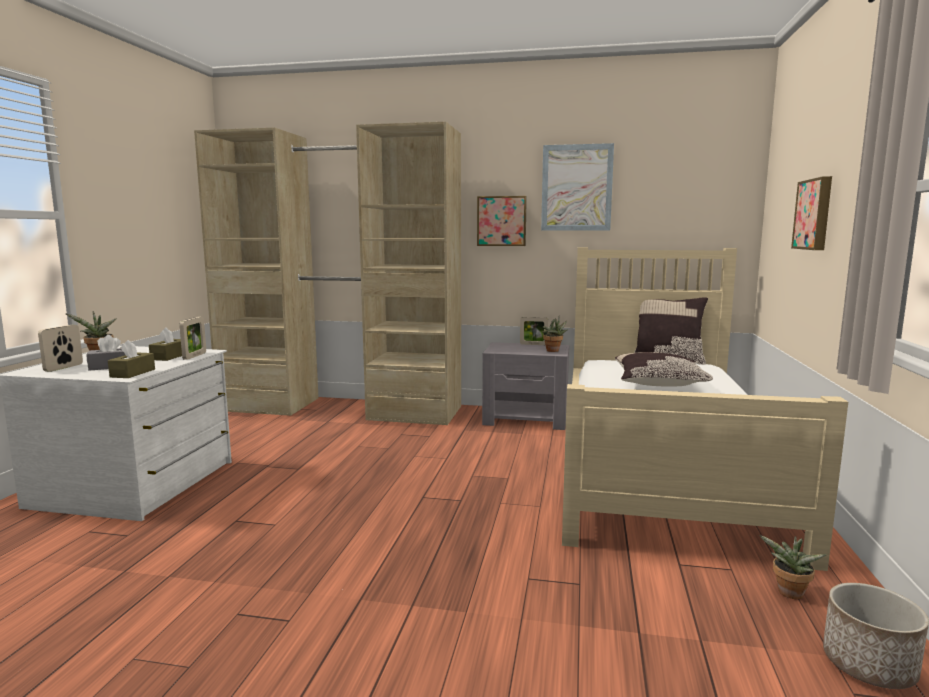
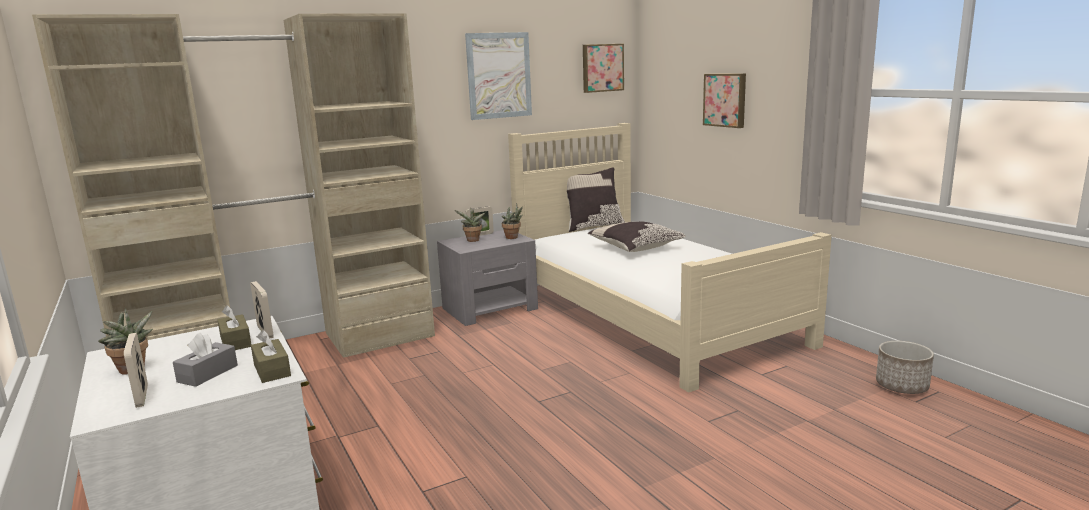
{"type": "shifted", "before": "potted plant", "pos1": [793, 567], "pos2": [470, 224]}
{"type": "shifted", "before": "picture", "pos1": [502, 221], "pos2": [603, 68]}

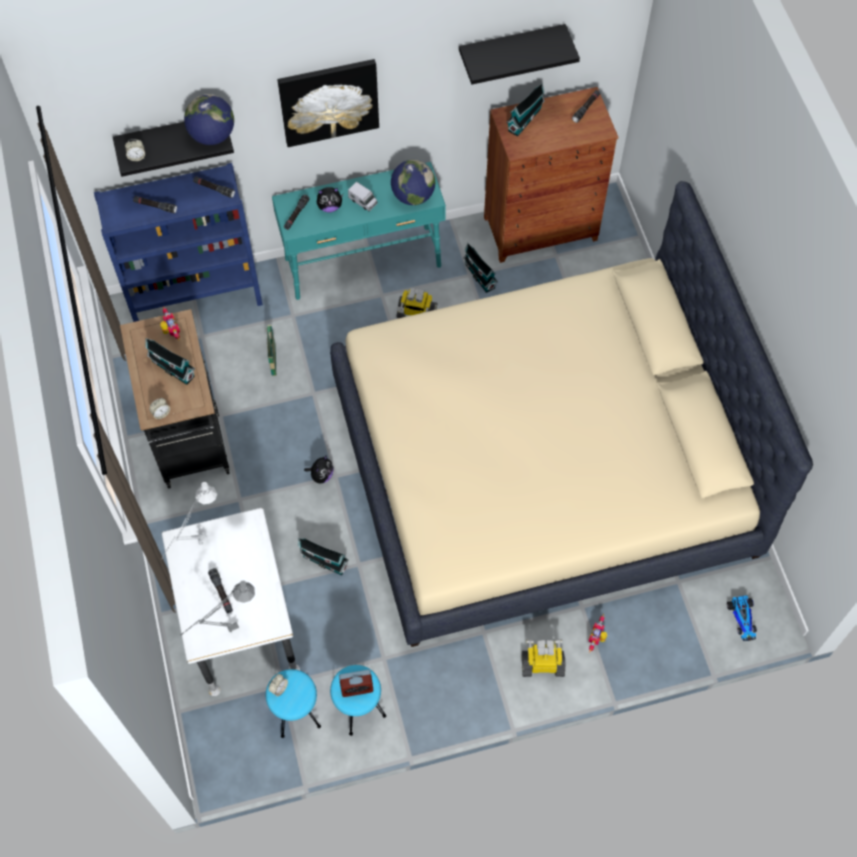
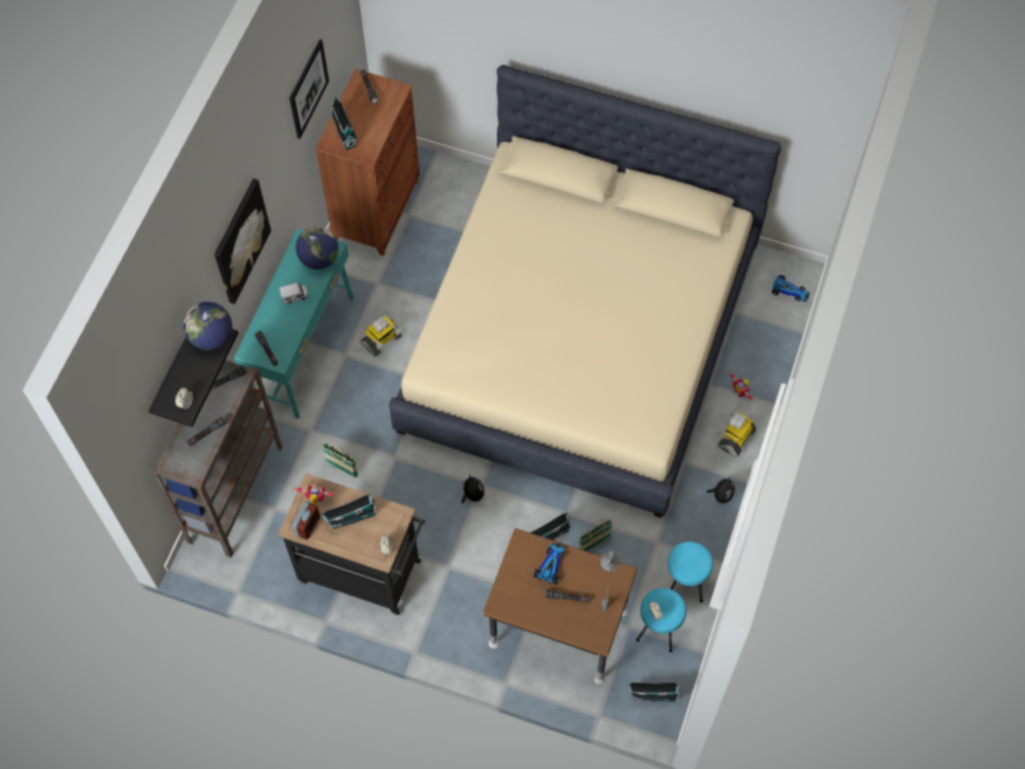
{"type": "repainted", "before": "blue bookcase", "after": "grey bookcase", "pos1": [178, 242], "pos2": [217, 459]}
{"type": "swapped", "before": "black shelf", "after": "picture", "pos1": [519, 54], "pos2": [309, 89]}
{"type": "shifted", "before": "alarm clock", "pos1": [356, 683], "pos2": [306, 520]}
{"type": "repainted", "before": "white desk", "after": "brown desk", "pos1": [231, 602], "pos2": [560, 606]}
{"type": "new", "after": "toy car", "pos2": [549, 564]}
{"type": "new", "after": "basket", "pos2": [596, 535]}
{"type": "shifted", "before": "toy house", "pos1": [480, 268], "pos2": [654, 692]}
{"type": "shifted", "before": "plush toy", "pos1": [330, 199], "pos2": [720, 491]}
{"type": "gone", "before": "grey table lamp", "pos1": [189, 520]}

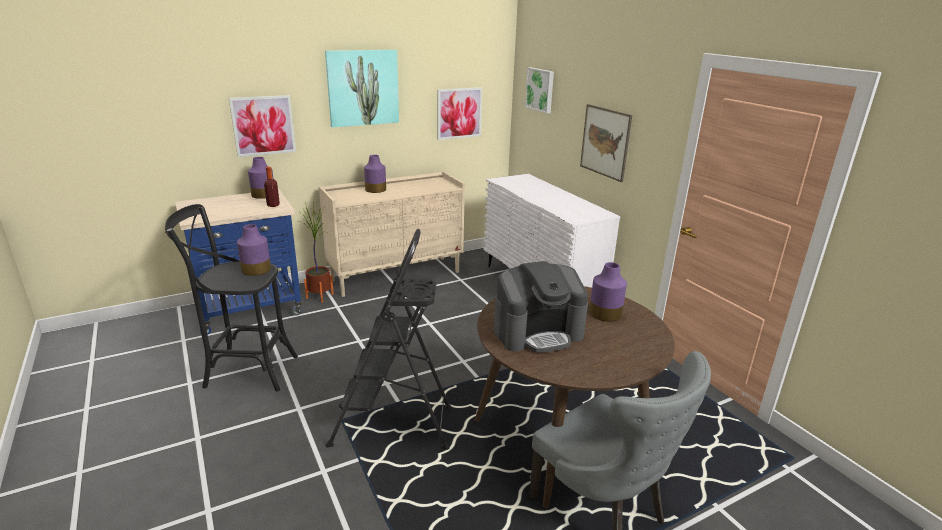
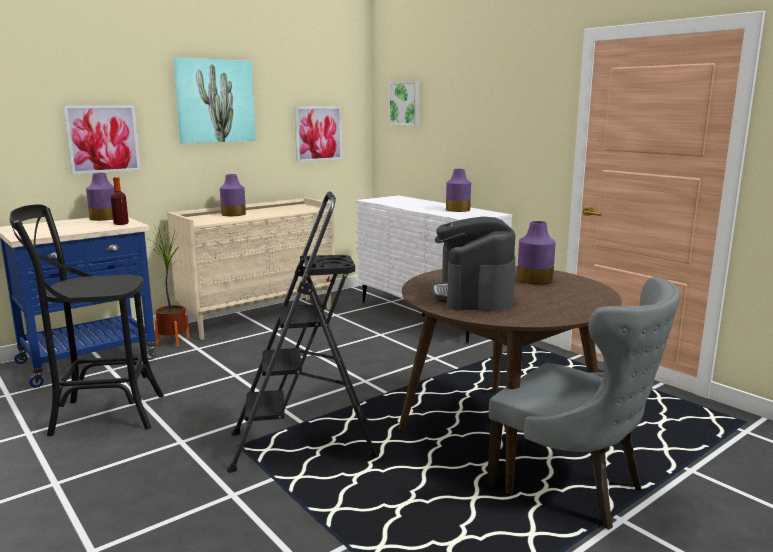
{"type": "rotated", "before": "coffee machine", "pos1": [541, 307], "pos2": [473, 264], "turn": 120}
{"type": "shifted", "before": "purple vase", "pos1": [254, 250], "pos2": [458, 190]}
{"type": "gone", "before": "picture", "pos1": [606, 143]}

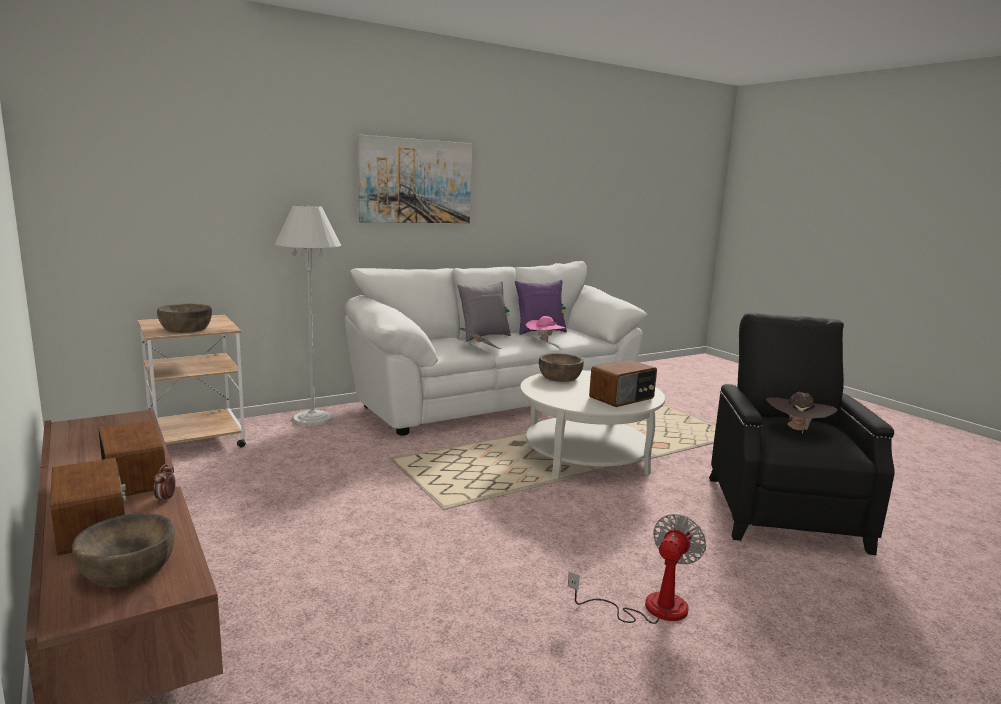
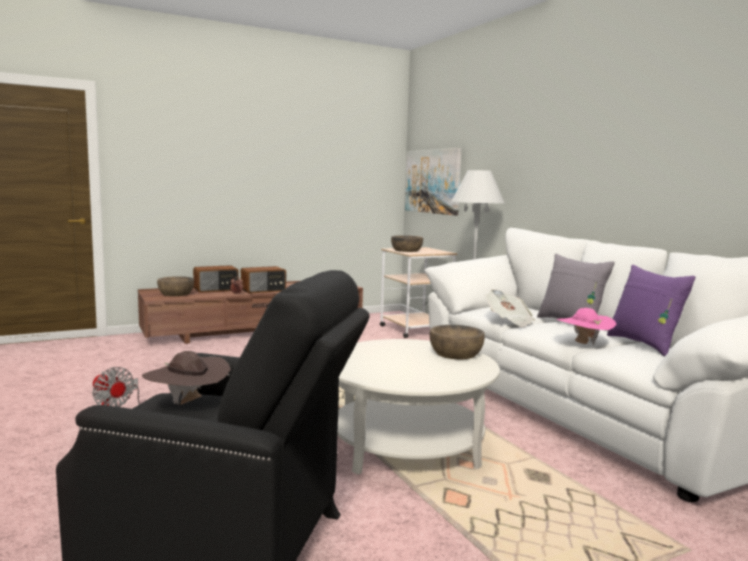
{"type": "shifted", "before": "picture", "pos1": [415, 179], "pos2": [433, 182]}
{"type": "gone", "before": "radio", "pos1": [623, 383]}

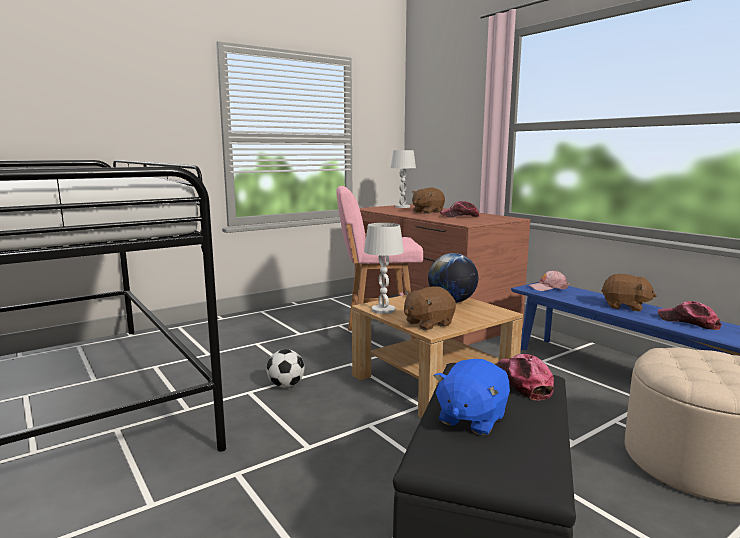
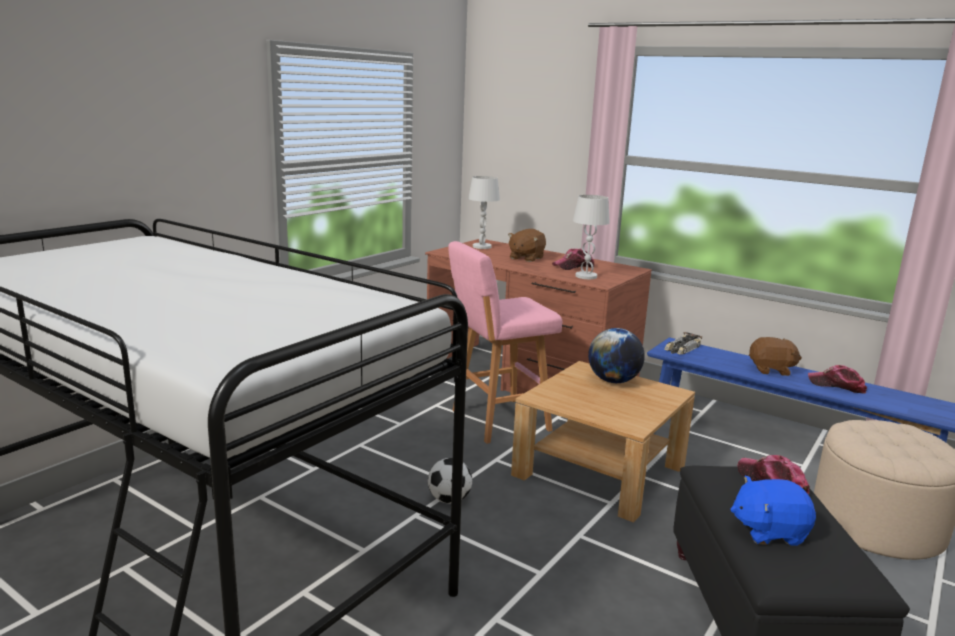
{"type": "shifted", "before": "white table lamp", "pos1": [384, 268], "pos2": [591, 237]}
{"type": "swapped", "before": "pink cap", "after": "toy car", "pos1": [549, 281], "pos2": [683, 343]}
{"type": "rotated", "before": "blue plush toy", "pos1": [472, 397], "pos2": [773, 511], "turn": 75}
{"type": "gone", "before": "brown plush toy", "pos1": [430, 308]}

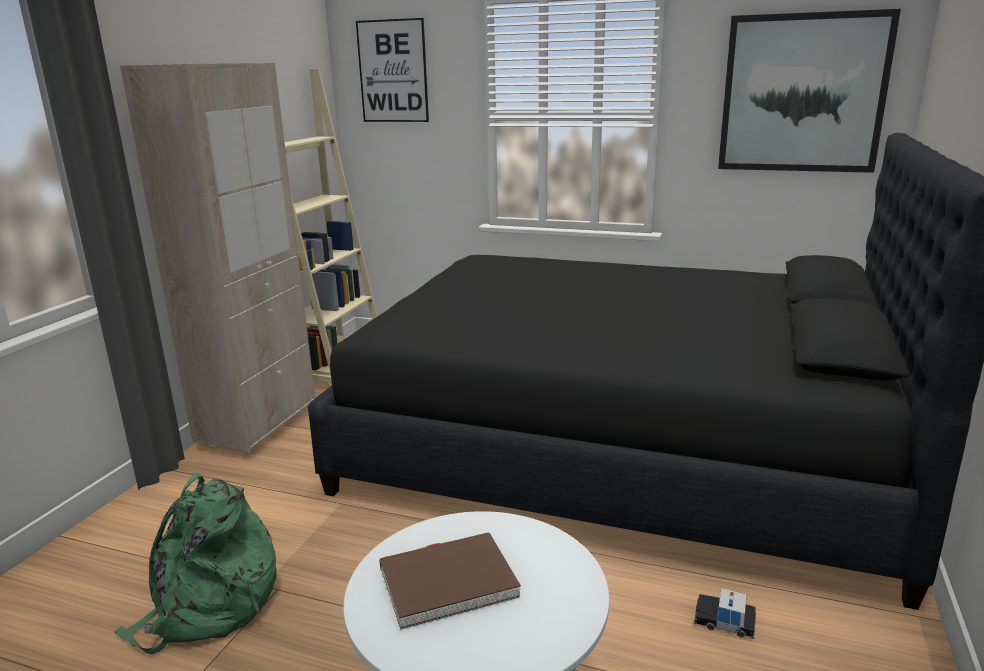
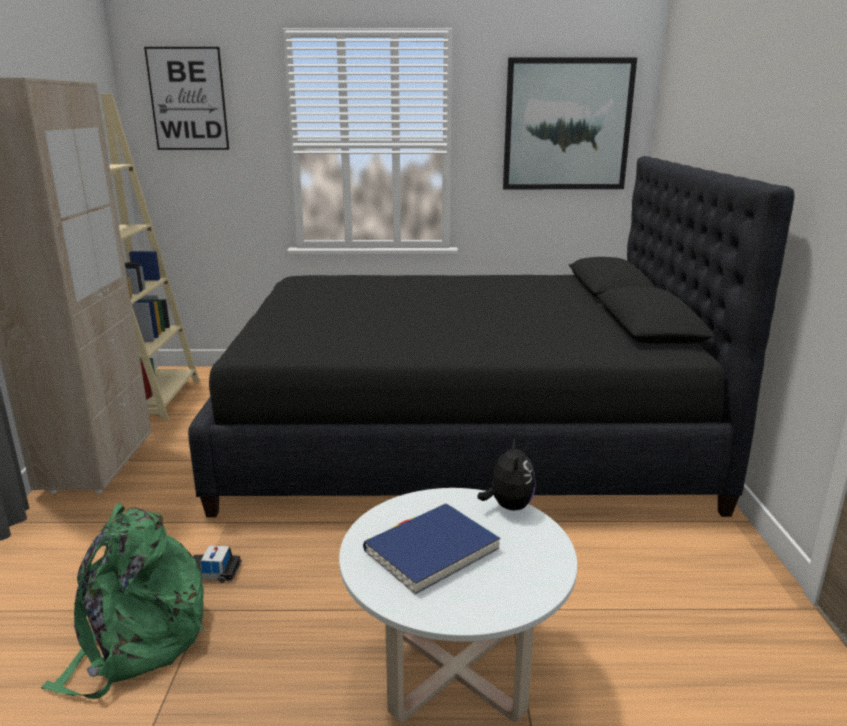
{"type": "shifted", "before": "toy car", "pos1": [725, 613], "pos2": [217, 564]}
{"type": "repainted", "before": "brown book", "after": "blue book", "pos1": [450, 581], "pos2": [432, 549]}
{"type": "new", "after": "plush toy", "pos2": [506, 475]}

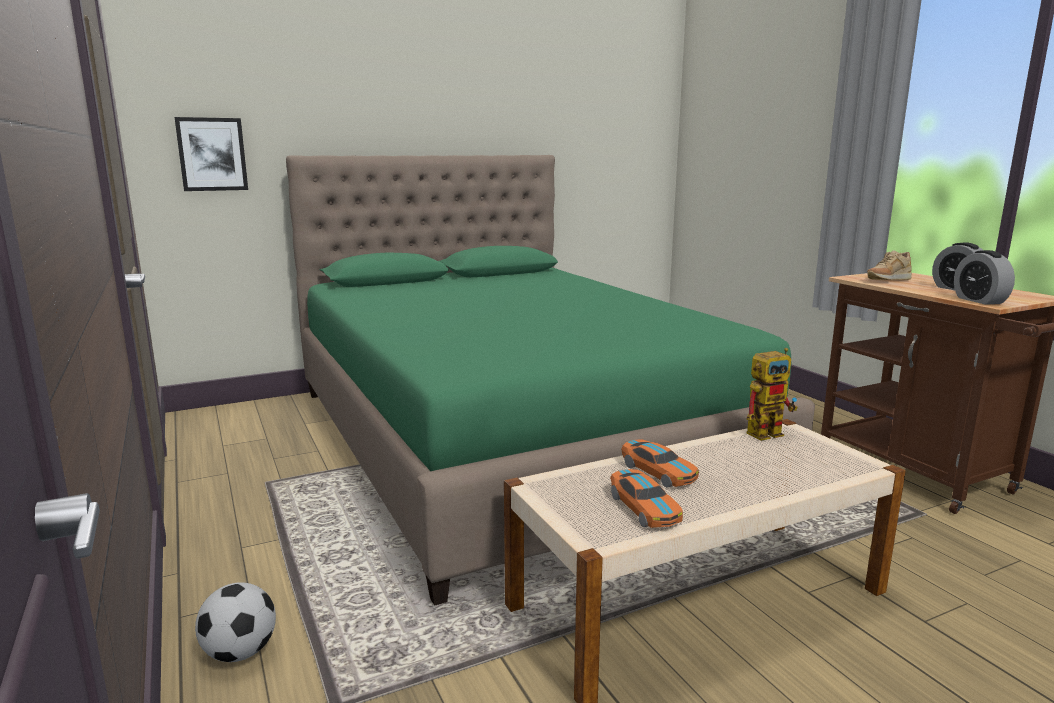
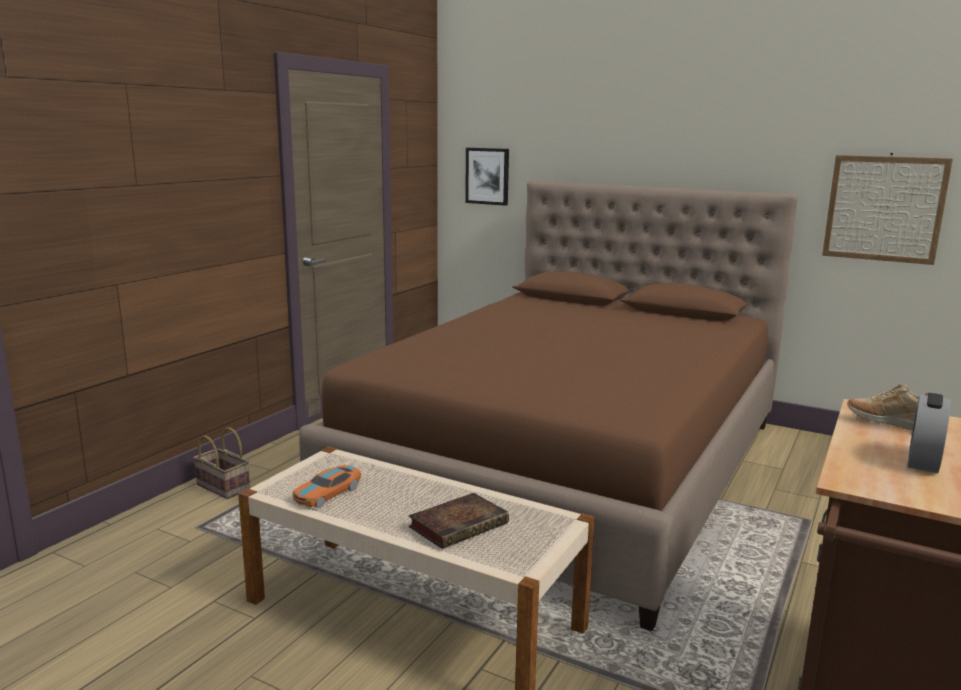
{"type": "swapped", "before": "football", "after": "basket", "pos1": [235, 622], "pos2": [221, 463]}
{"type": "repainted", "before": "green bed", "after": "brown bed", "pos1": [550, 380], "pos2": [548, 406]}
{"type": "new", "after": "book", "pos2": [459, 521]}
{"type": "new", "after": "picture", "pos2": [887, 209]}
{"type": "gone", "before": "toy car", "pos1": [660, 464]}
{"type": "gone", "before": "toy robot", "pos1": [772, 394]}
{"type": "gone", "before": "alarm clock", "pos1": [984, 277]}

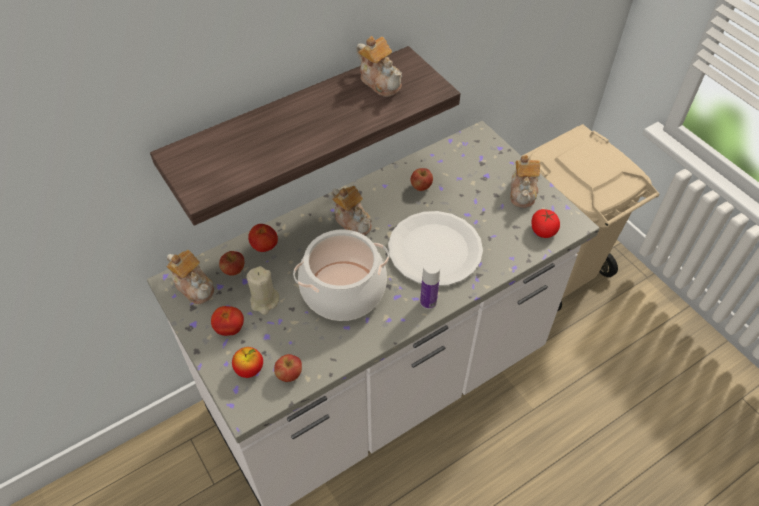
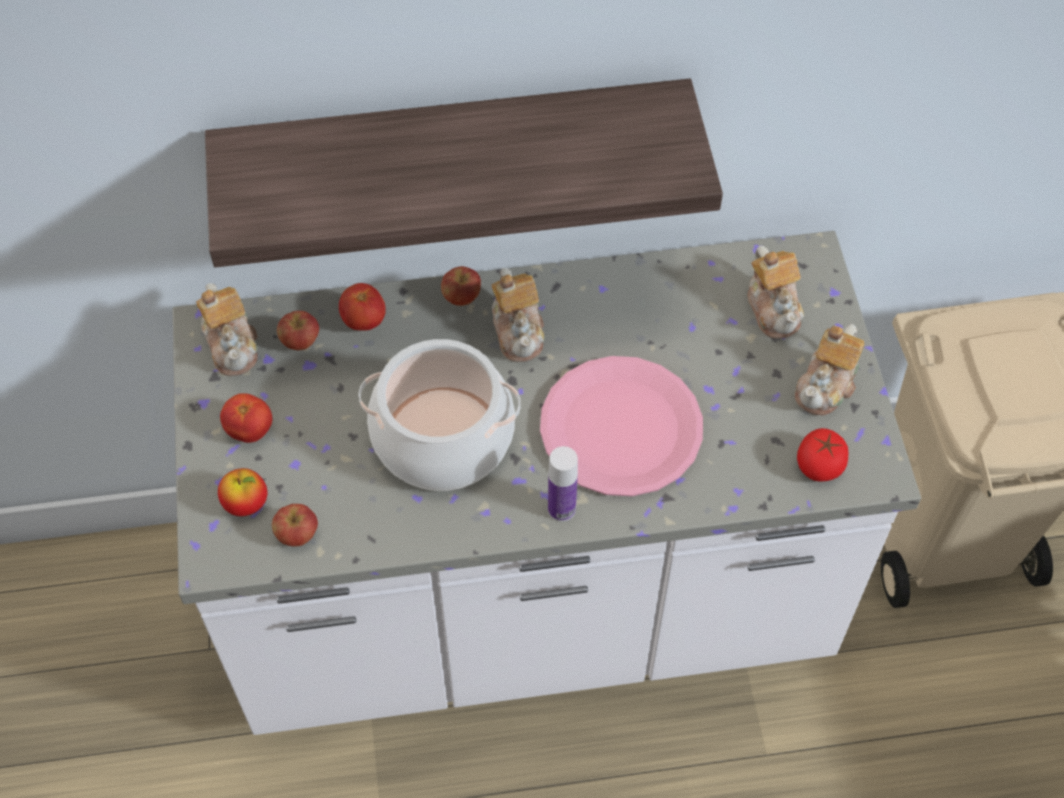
{"type": "shifted", "before": "apple", "pos1": [422, 179], "pos2": [461, 286]}
{"type": "repainted", "before": "white plate", "after": "pink plate", "pos1": [435, 248], "pos2": [621, 426]}
{"type": "shifted", "before": "teapot", "pos1": [379, 66], "pos2": [775, 292]}
{"type": "gone", "before": "beige candle", "pos1": [263, 290]}

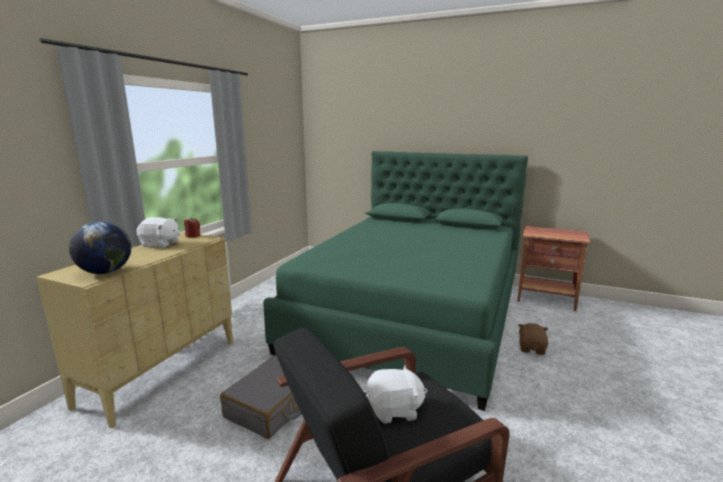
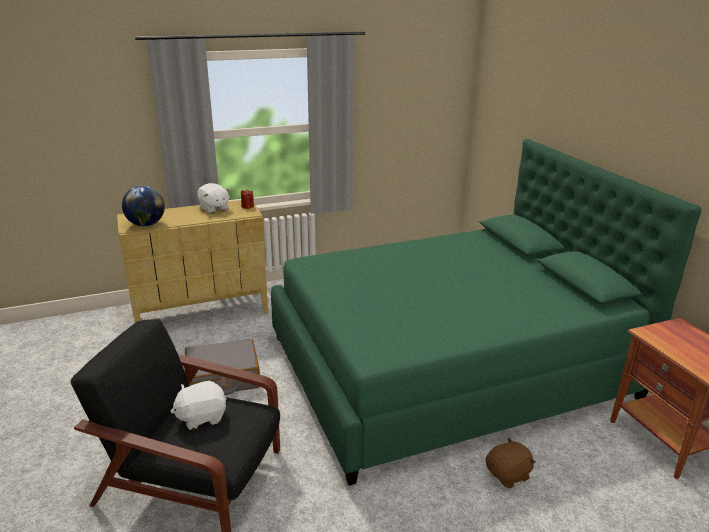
{"type": "rotated", "before": "white plush toy", "pos1": [396, 394], "pos2": [198, 405], "turn": 120}

